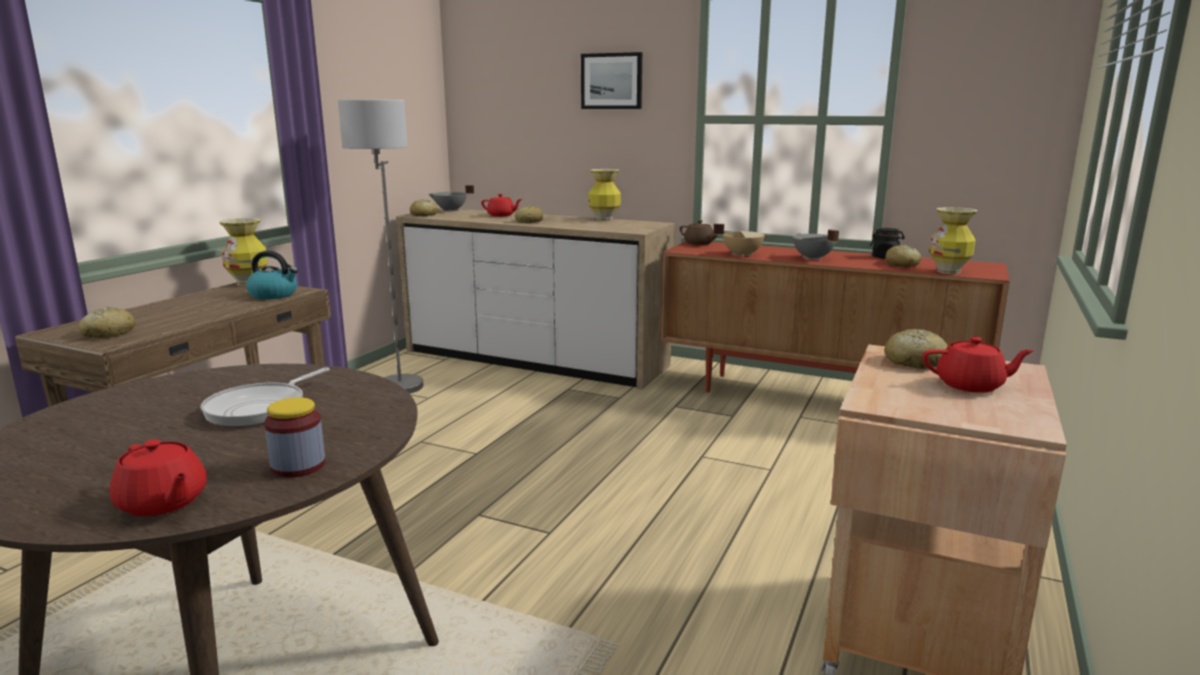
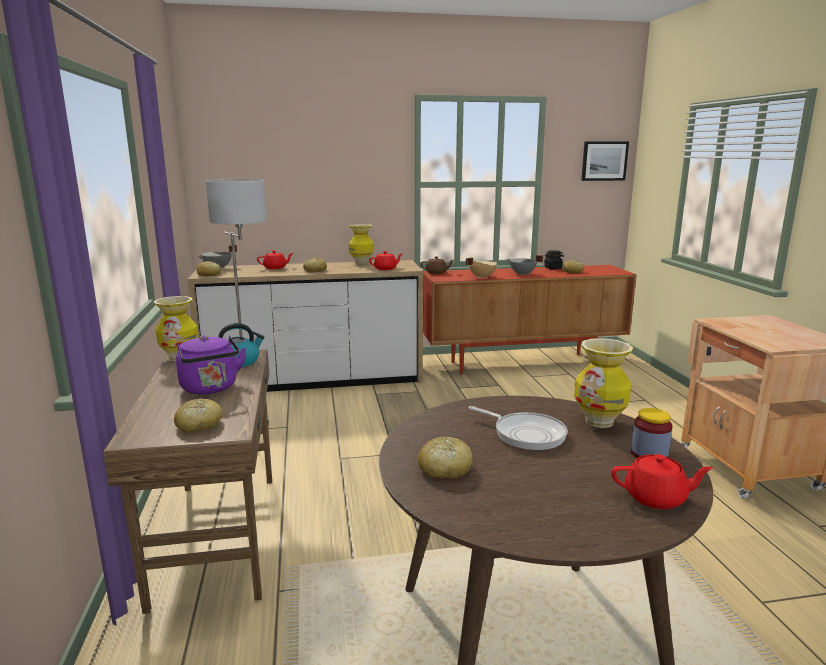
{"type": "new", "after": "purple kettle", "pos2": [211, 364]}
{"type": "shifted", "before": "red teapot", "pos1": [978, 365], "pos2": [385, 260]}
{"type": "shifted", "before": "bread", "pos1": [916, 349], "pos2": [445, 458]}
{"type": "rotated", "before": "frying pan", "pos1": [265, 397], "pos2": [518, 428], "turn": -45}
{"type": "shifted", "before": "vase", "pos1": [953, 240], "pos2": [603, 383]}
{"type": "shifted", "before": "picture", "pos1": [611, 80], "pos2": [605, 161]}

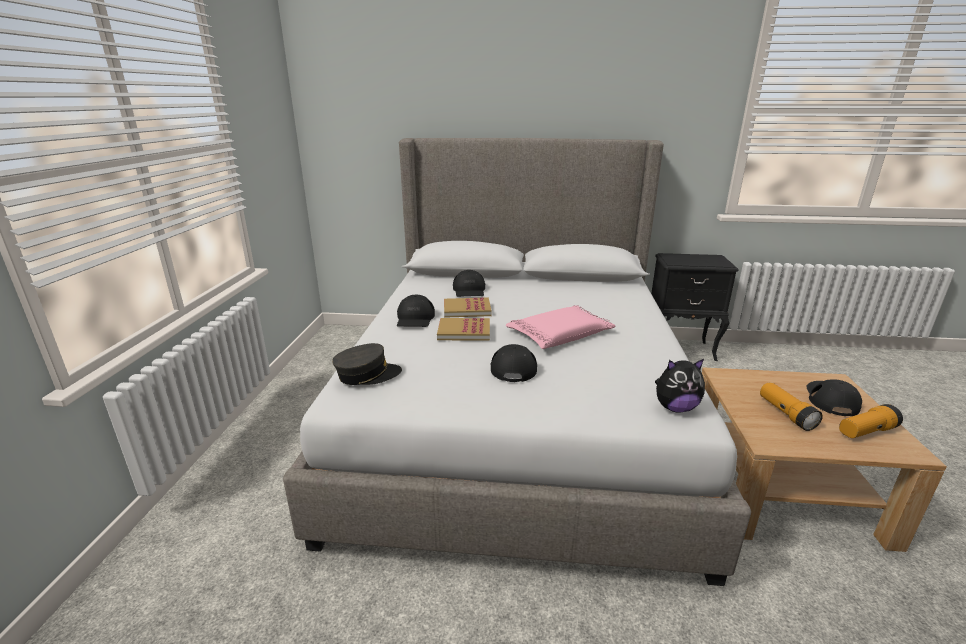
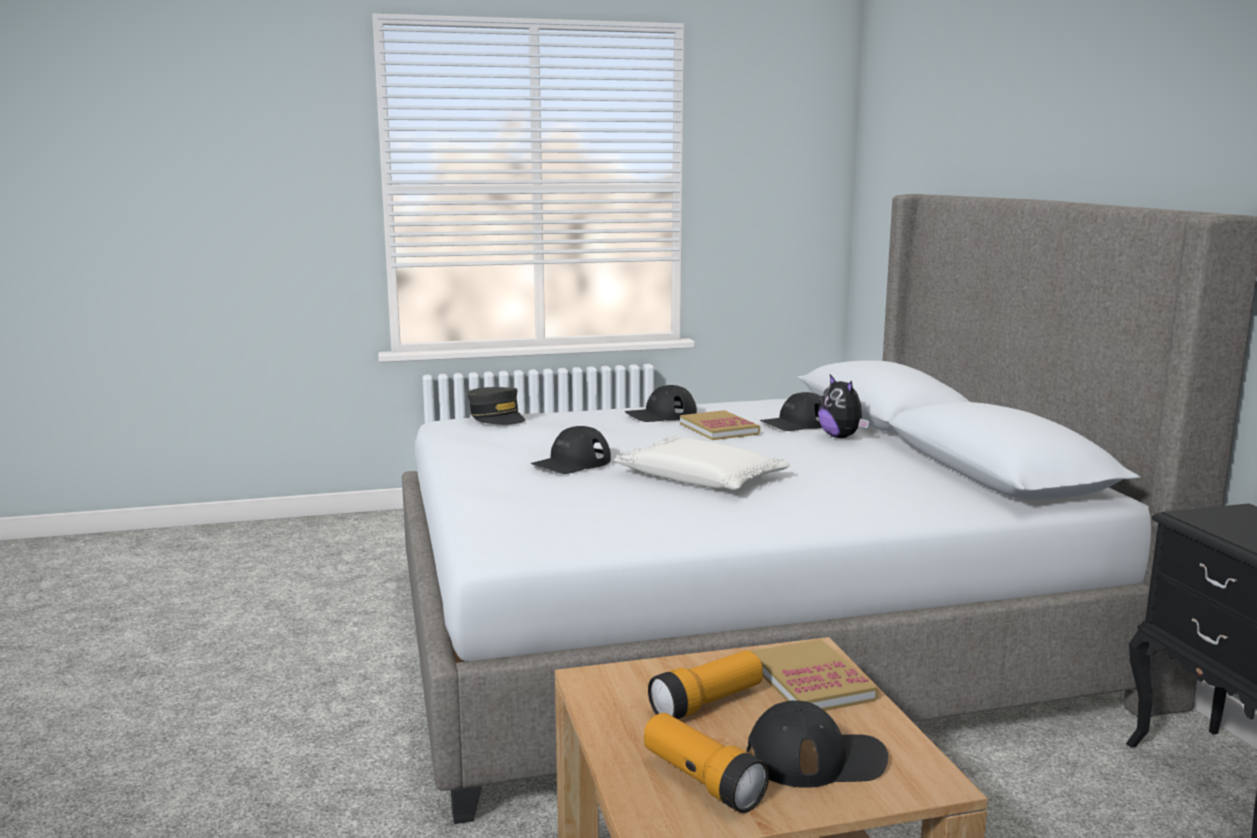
{"type": "rotated", "before": "black cap", "pos1": [514, 363], "pos2": [570, 450], "turn": 150}
{"type": "repainted", "before": "pink pillow", "after": "white pillow", "pos1": [560, 327], "pos2": [702, 463]}
{"type": "shifted", "before": "book", "pos1": [463, 329], "pos2": [815, 675]}
{"type": "shifted", "before": "plush toy", "pos1": [680, 386], "pos2": [843, 406]}

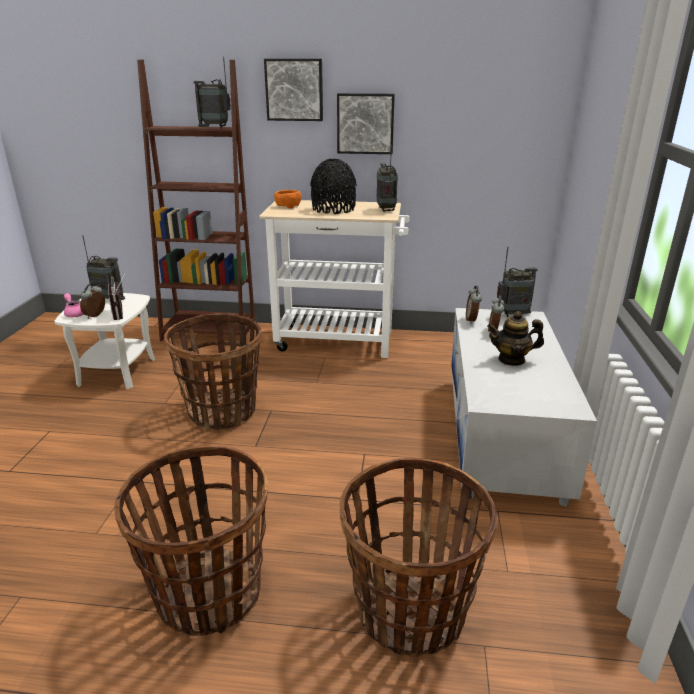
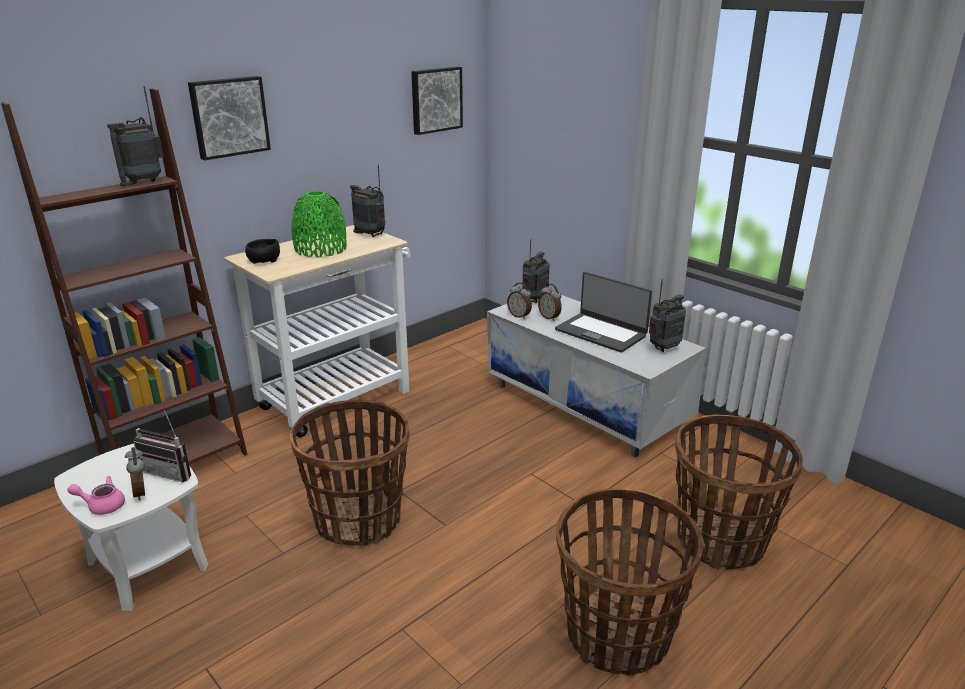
{"type": "repainted", "before": "orange bowl", "after": "black bowl", "pos1": [287, 199], "pos2": [262, 251]}
{"type": "repainted", "before": "black vase", "after": "green vase", "pos1": [333, 186], "pos2": [319, 224]}
{"type": "shifted", "before": "picture", "pos1": [366, 123], "pos2": [437, 101]}
{"type": "swapped", "before": "teapot", "after": "laptop", "pos1": [515, 338], "pos2": [603, 312]}
{"type": "shifted", "before": "radio", "pos1": [103, 267], "pos2": [667, 316]}

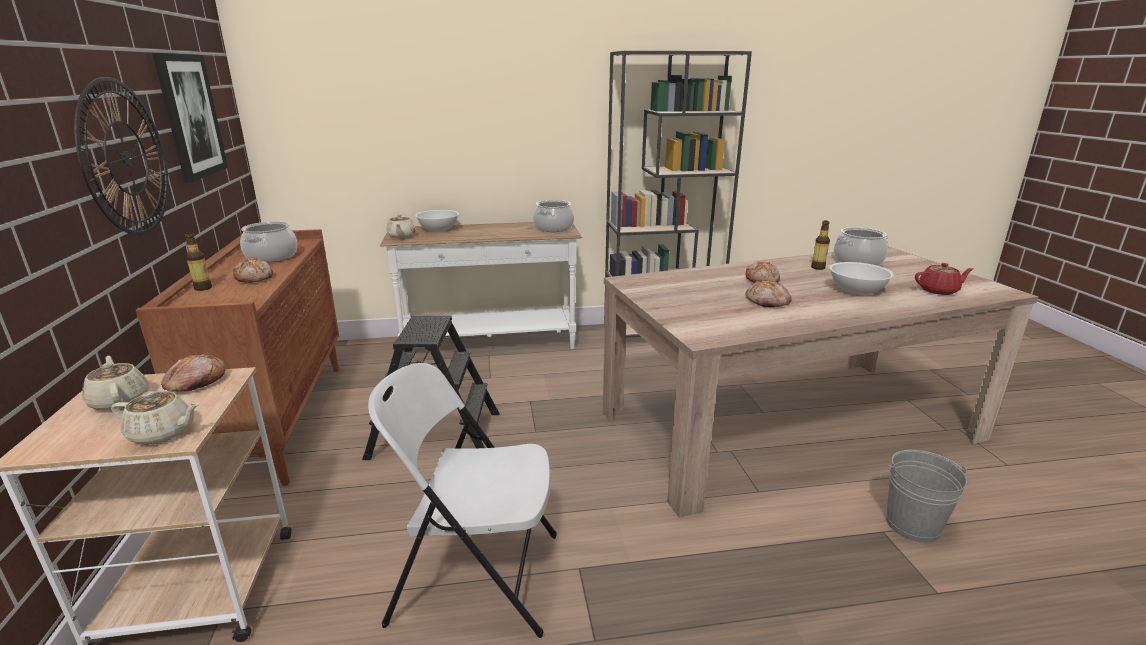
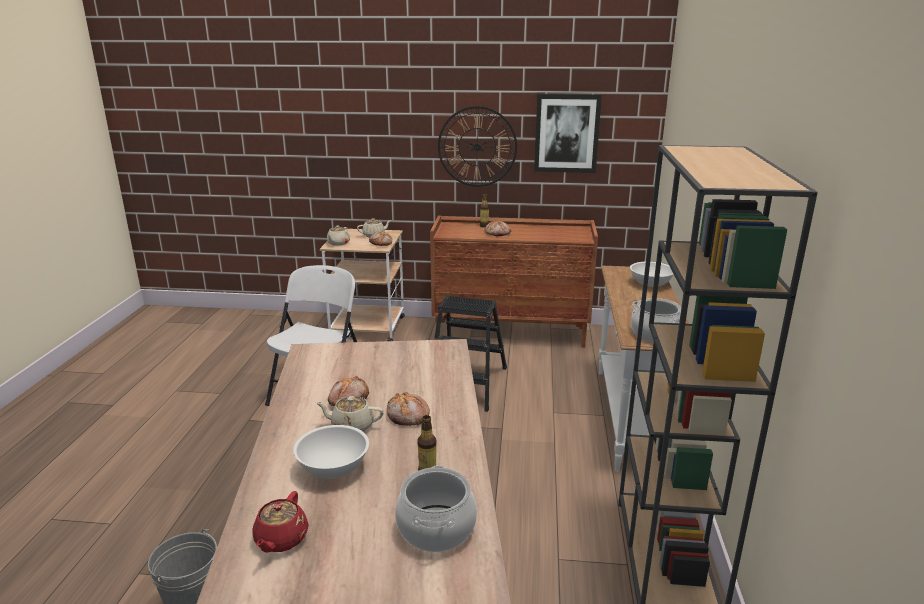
{"type": "shifted", "before": "beige teapot", "pos1": [401, 226], "pos2": [349, 414]}
{"type": "gone", "before": "cooking pot", "pos1": [268, 241]}

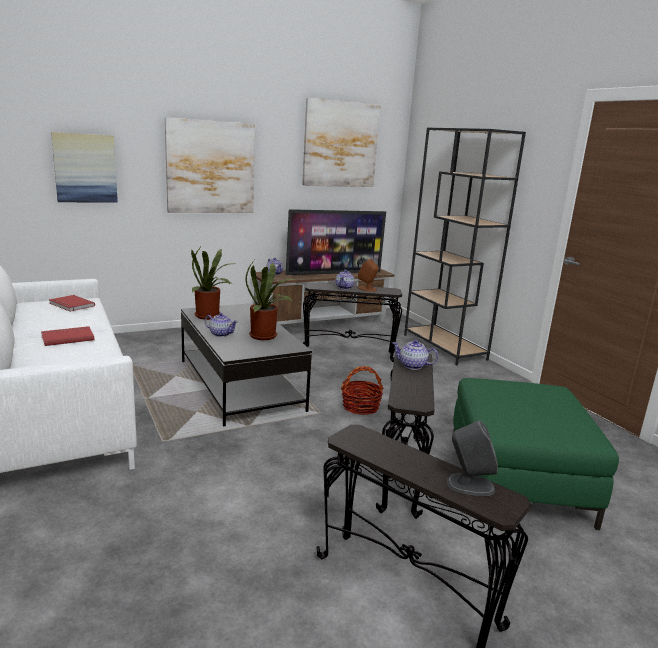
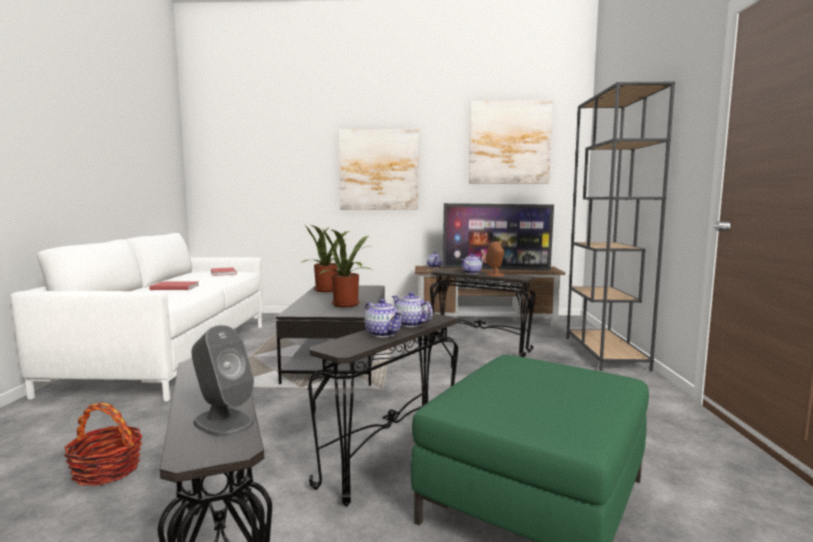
{"type": "shifted", "before": "basket", "pos1": [362, 390], "pos2": [103, 444]}
{"type": "shifted", "before": "teapot", "pos1": [221, 325], "pos2": [383, 318]}
{"type": "gone", "before": "picture", "pos1": [84, 167]}

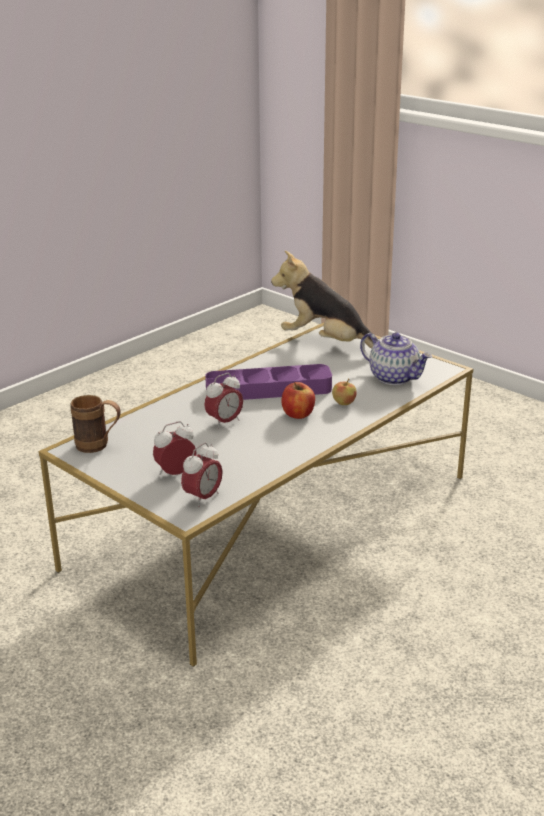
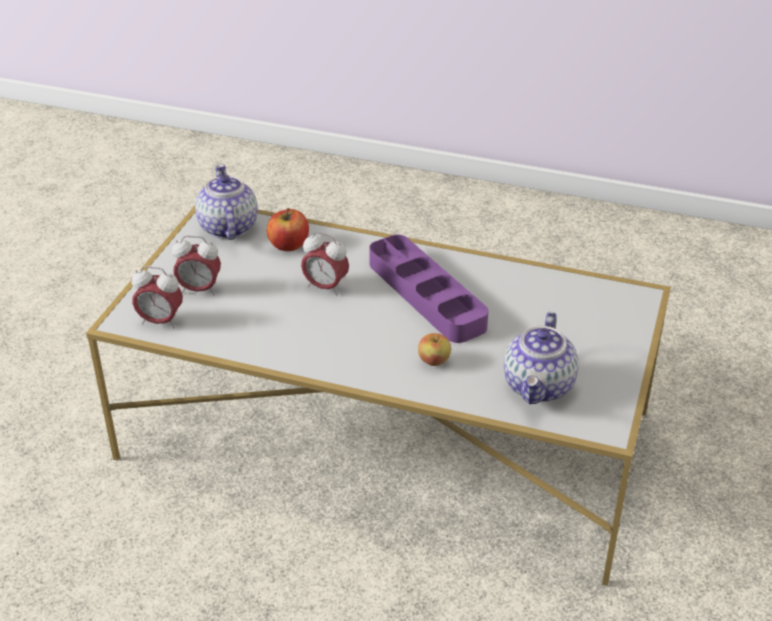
{"type": "rotated", "before": "alarm clock", "pos1": [174, 448], "pos2": [196, 265], "turn": 150}
{"type": "swapped", "before": "brown mug", "after": "teapot", "pos1": [95, 424], "pos2": [226, 202]}
{"type": "shifted", "before": "apple", "pos1": [298, 400], "pos2": [288, 229]}
{"type": "gone", "before": "plush toy", "pos1": [322, 300]}

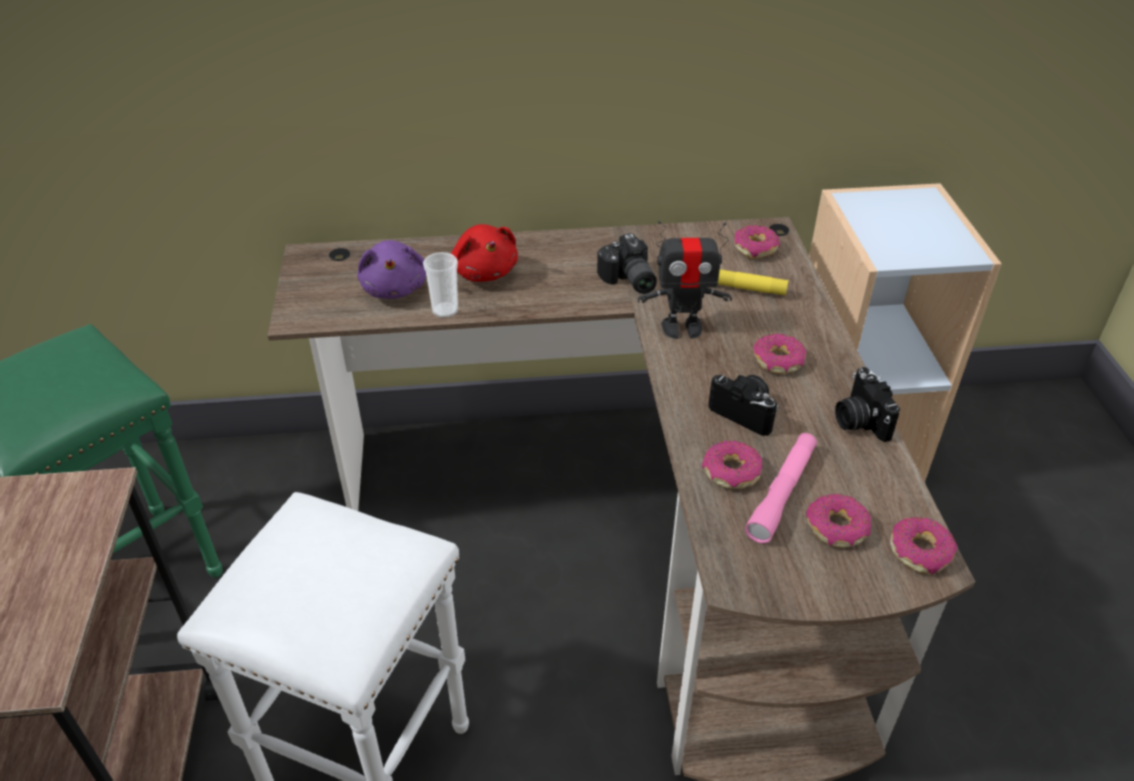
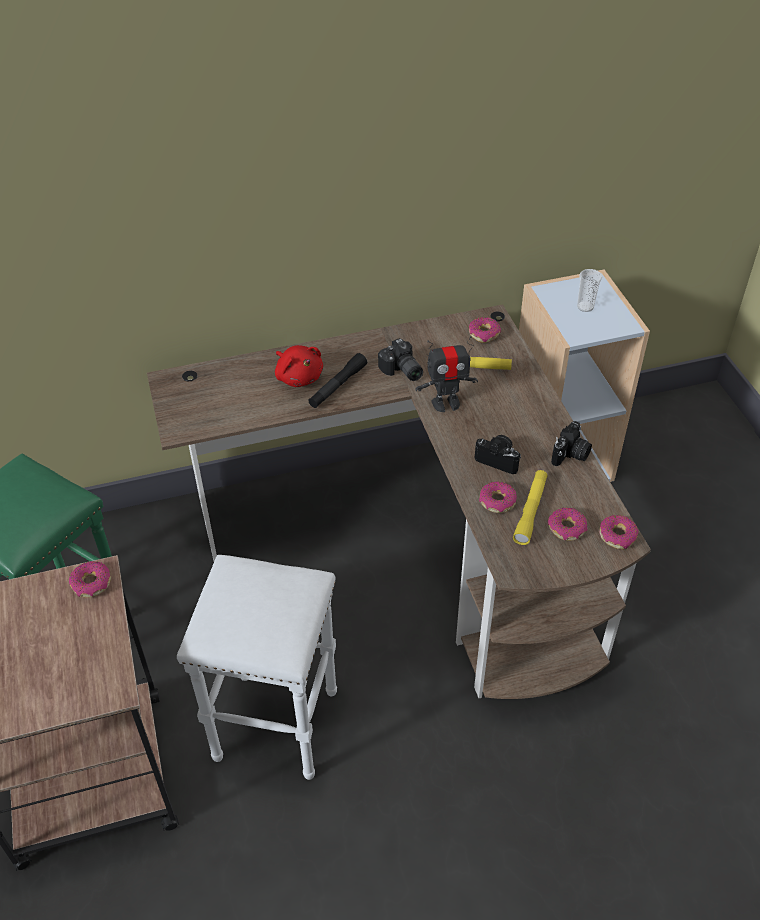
{"type": "shifted", "before": "donut", "pos1": [779, 354], "pos2": [90, 579]}
{"type": "new", "after": "black flashlight", "pos2": [338, 380]}
{"type": "repainted", "before": "pink flashlight", "after": "yellow flashlight", "pos1": [781, 488], "pos2": [530, 507]}
{"type": "rotated", "before": "photo camera", "pos1": [867, 404], "pos2": [571, 443], "turn": -120}
{"type": "shifted", "before": "cup", "pos1": [440, 285], "pos2": [589, 290]}
{"type": "gone", "before": "purple plush toy", "pos1": [391, 269]}

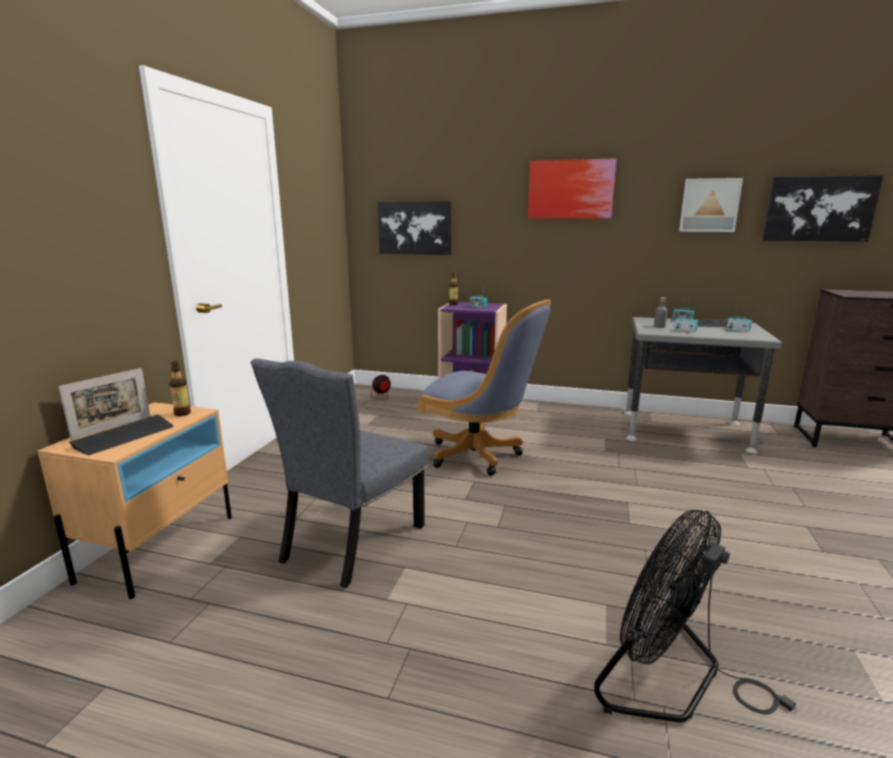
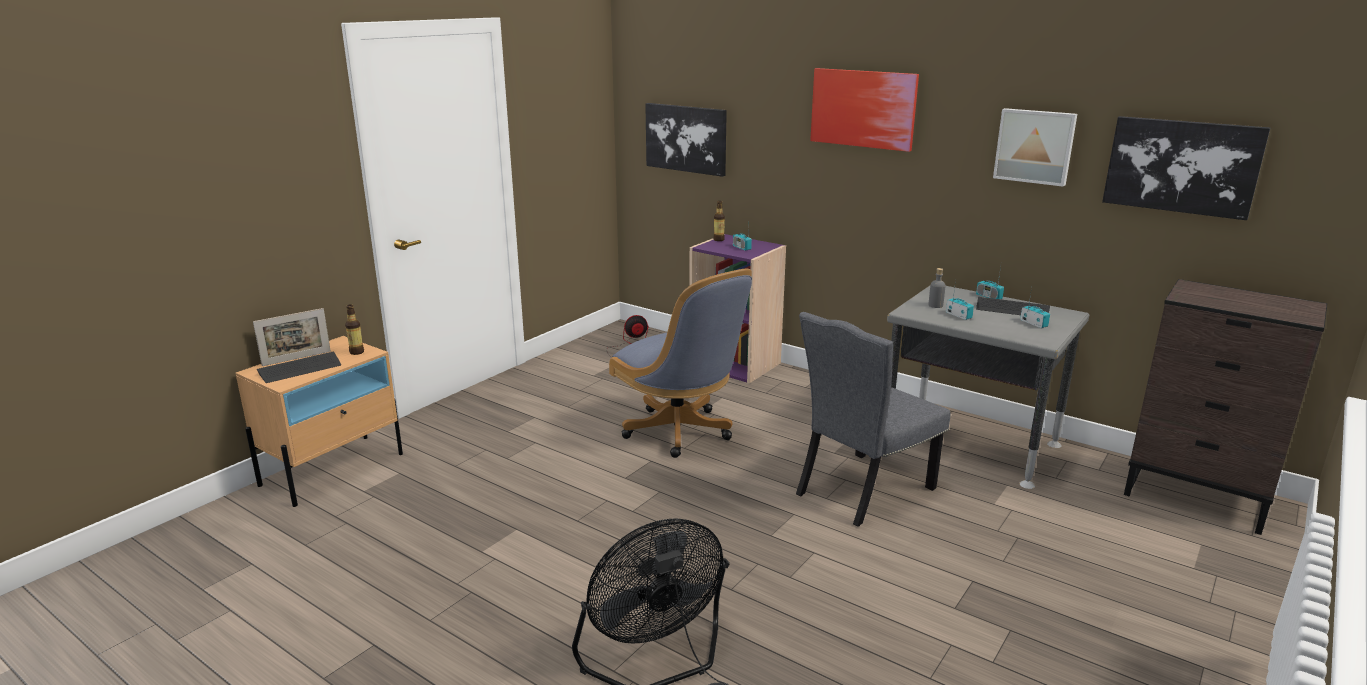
{"type": "shifted", "before": "grey chair", "pos1": [340, 473], "pos2": [873, 419]}

